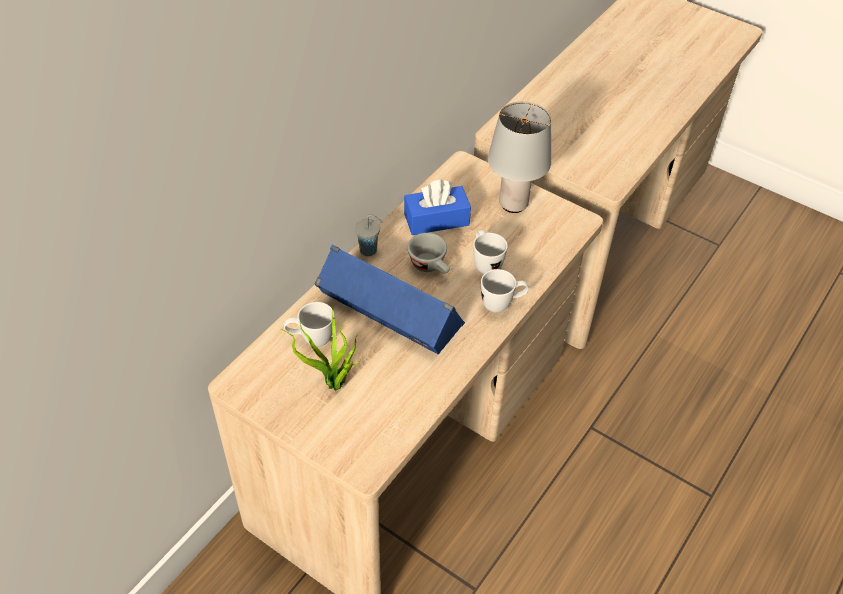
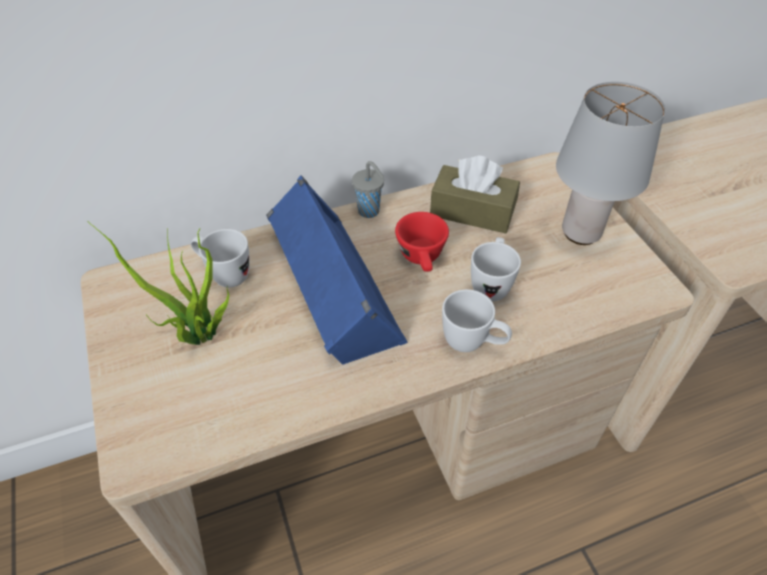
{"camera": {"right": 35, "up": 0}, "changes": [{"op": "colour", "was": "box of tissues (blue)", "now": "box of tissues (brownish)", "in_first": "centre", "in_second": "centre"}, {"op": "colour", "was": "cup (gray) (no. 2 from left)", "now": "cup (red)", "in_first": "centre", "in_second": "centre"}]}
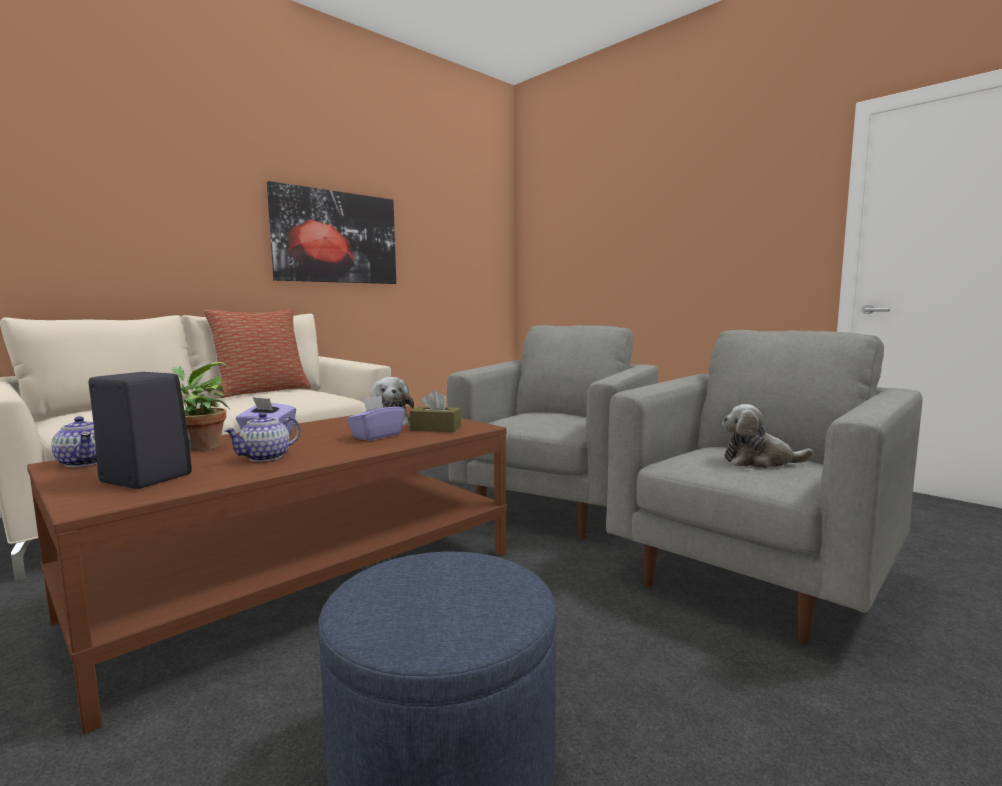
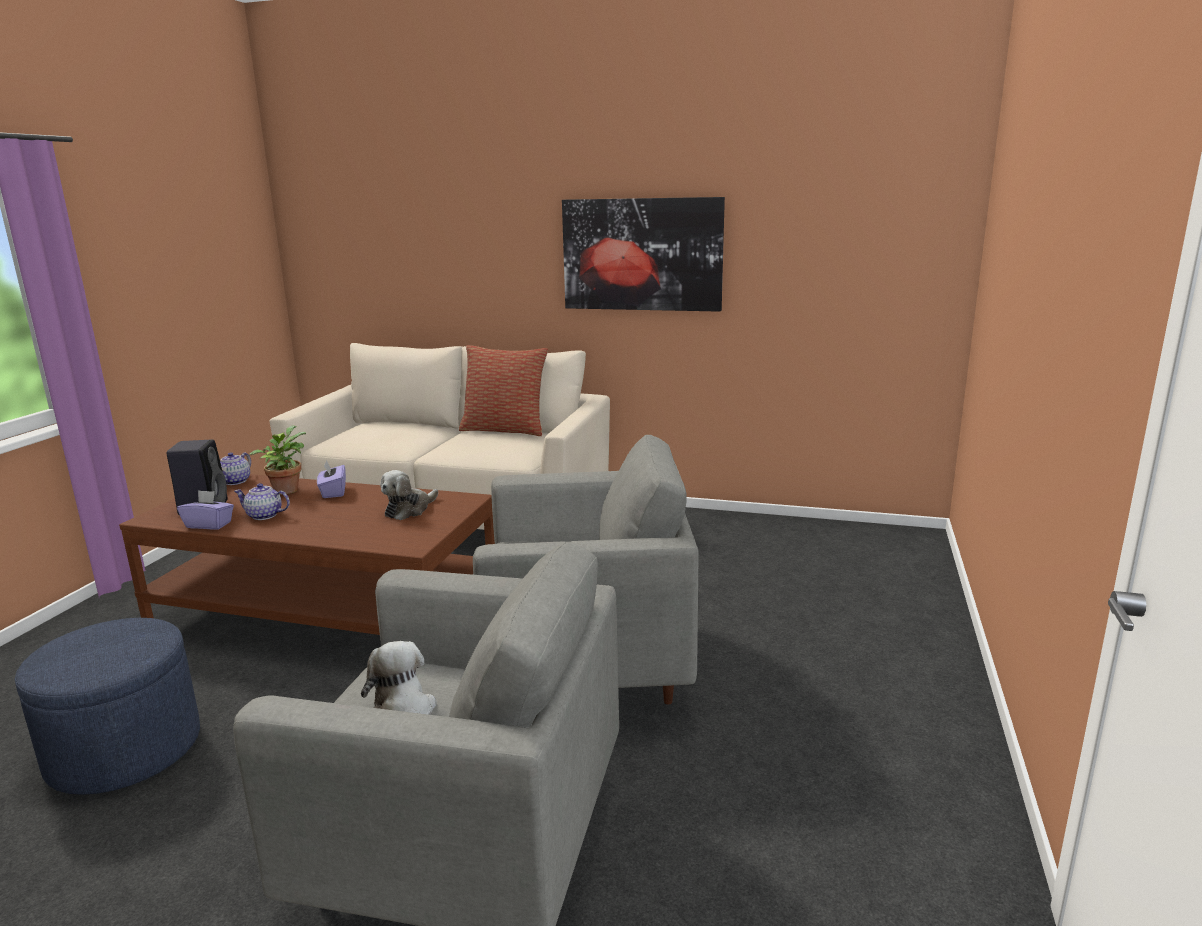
{"camera": {"right": 60, "up": 10}, "changes": [{"op": "missing", "was": "box of tissues (brownish)", "in_first": "centre"}, {"op": "relocated", "was": "box of tissues (purplish) (no. 2 from left in the first image)", "now": "box of tissues (purplish) (no. 1 from left)", "in_first": "centre", "in_second": "middle left"}]}
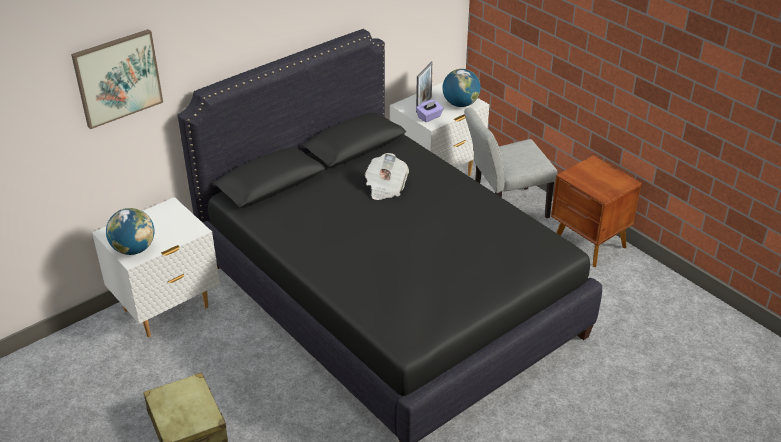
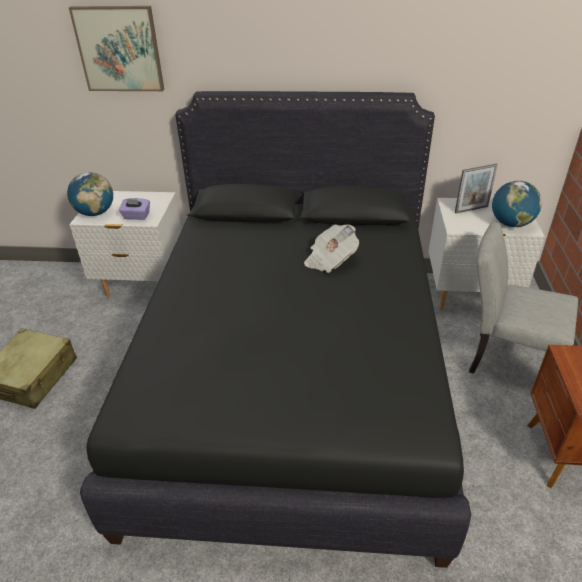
{"camera": {"right": 45, "up": 0}, "changes": [{"op": "relocated", "was": "box of tissues (purplish)", "in_first": "top centre", "in_second": "middle left"}]}
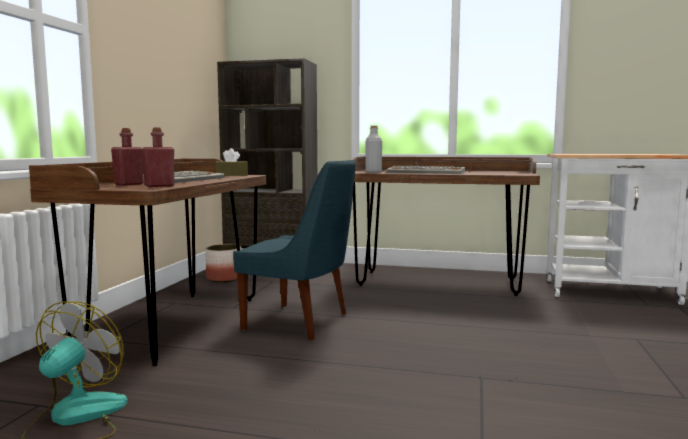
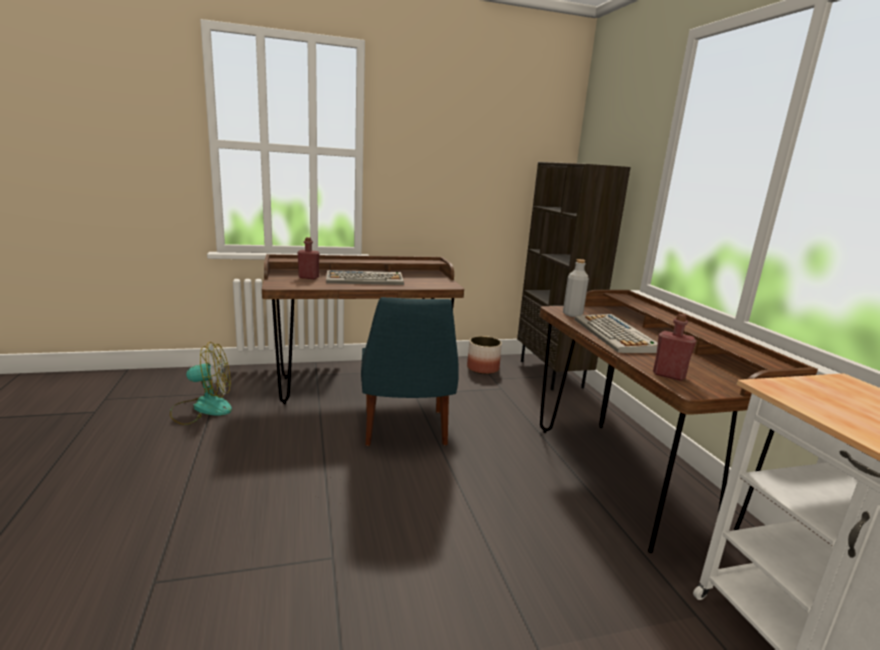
{"camera": {"right": 60, "up": 10}, "changes": [{"op": "relocated", "was": "drink bottle (red) (no. 2 from left)", "in_first": "middle left", "in_second": "middle right"}, {"op": "missing", "was": "box of tissues (brownish)", "in_first": "centre"}]}
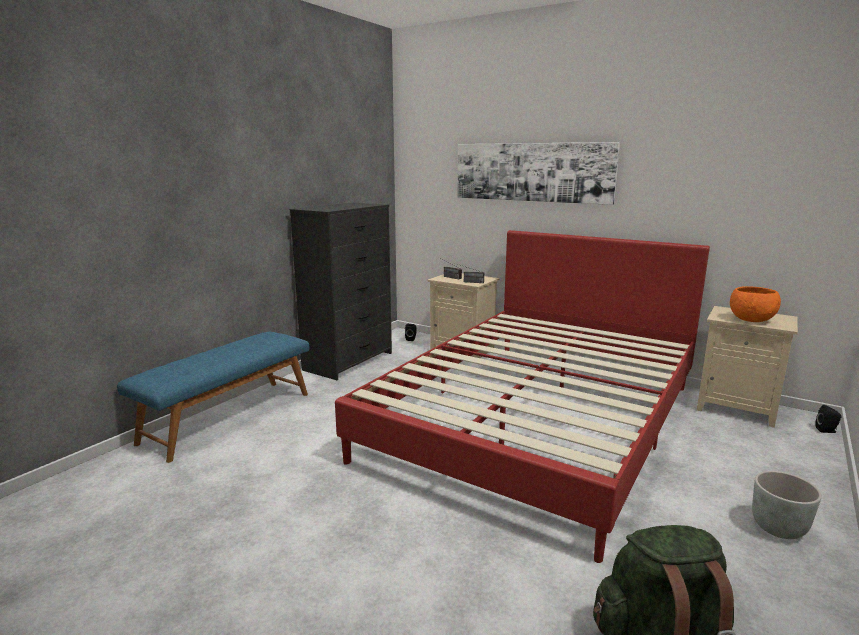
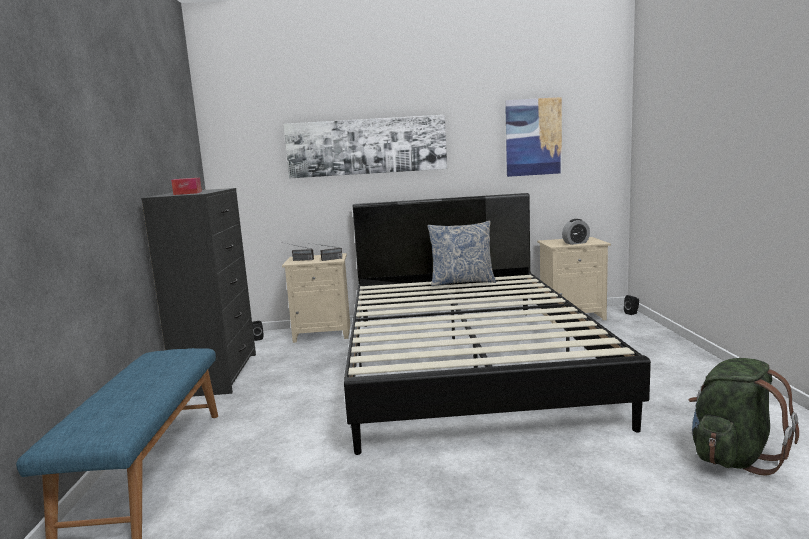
{"camera": {"right": -35, "up": -5}, "changes": [{"op": "colour", "was": "bedroom bed (red)", "now": "bedroom bed (blackish)", "in_first": "centre", "in_second": "centre"}, {"op": "exchanged", "was": "deep dish (orangey)", "now": "alarm clock", "in_first": "middle right", "in_second": "middle right"}, {"op": "missing", "was": "planter (gray)", "in_first": "bottom right"}, {"op": "appeared", "now": "wall picture (no. 2 from left)", "in_second": "top centre"}, {"op": "appeared", "now": "box of tissues", "in_second": "middle left"}, {"op": "appeared", "now": "pillow", "in_second": "centre"}]}
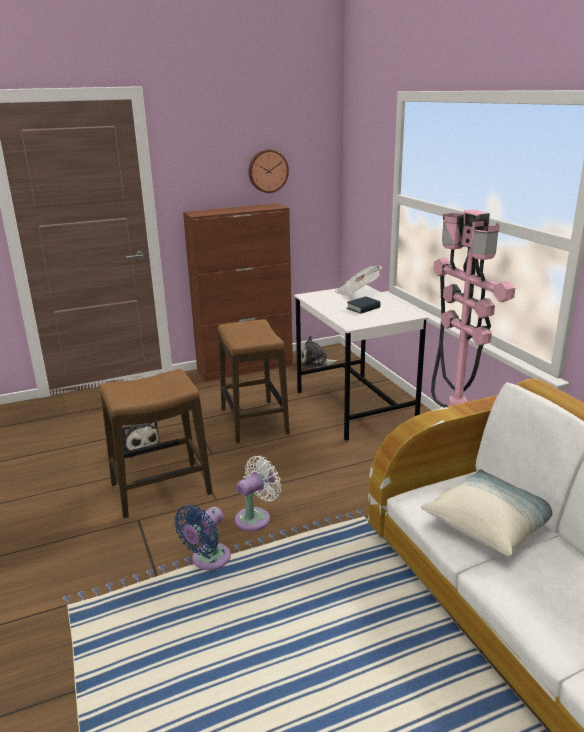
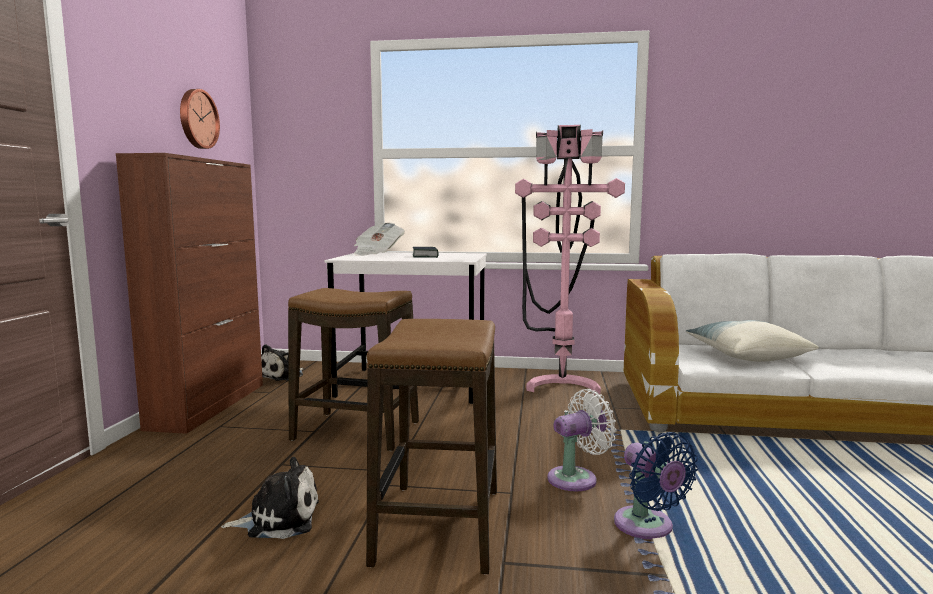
{"camera": {"right": -60, "up": -15}, "changes": [{"op": "spun", "was": "fan (white)", "in_first": "bottom centre", "in_second": "bottom centre", "clockwise": 75}]}
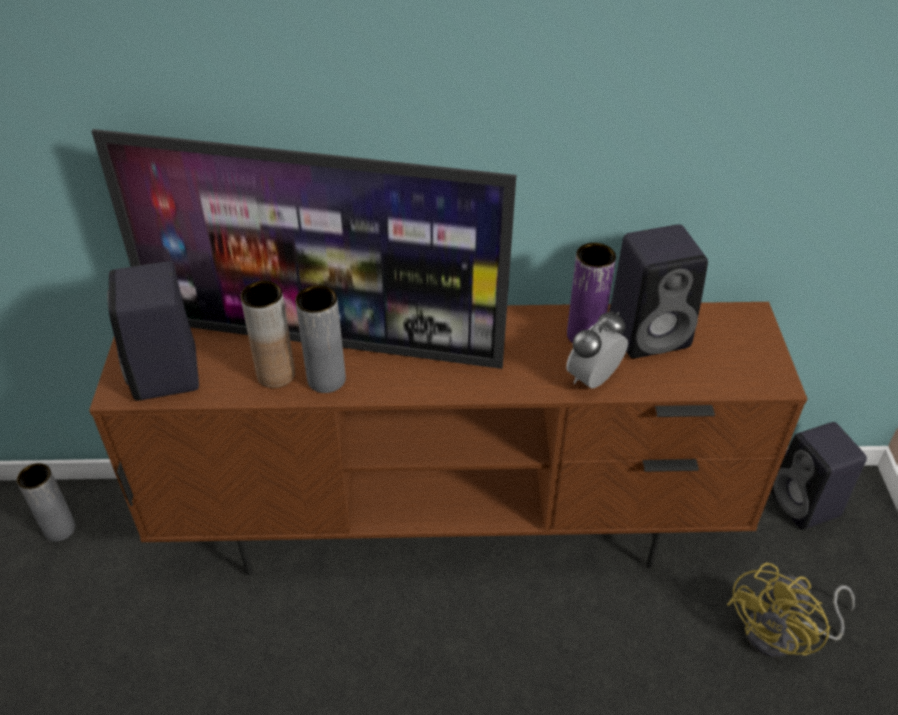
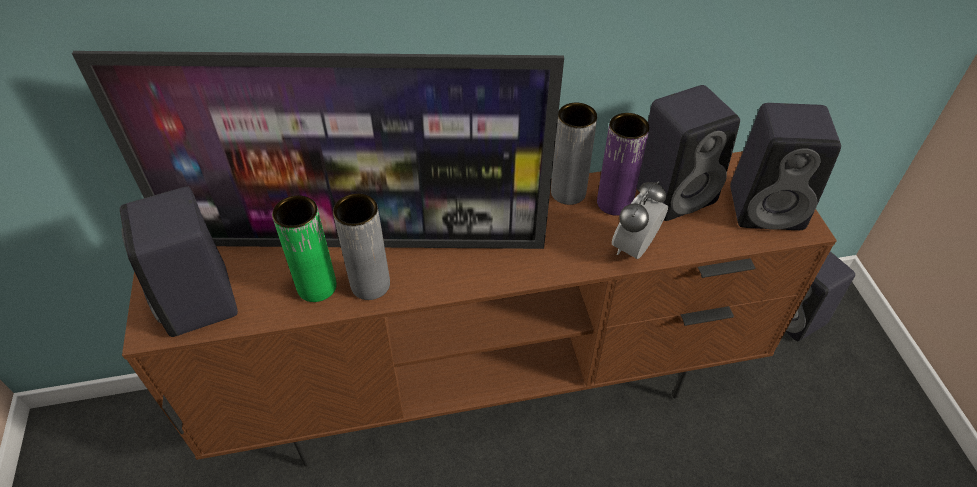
{"camera": {"right": -10, "up": 5}, "changes": [{"op": "colour", "was": "decorative vase (brownish)", "now": "decorative vase (greenish)", "in_first": "middle left", "in_second": "middle left"}, {"op": "relocated", "was": "decorative vase (gray) (no. 1 from left in the first image)", "now": "decorative vase (gray) (no. 2 from left)", "in_first": "bottom left", "in_second": "top centre"}, {"op": "missing", "was": "fan (yellow)", "in_first": "bottom right"}, {"op": "appeared", "now": "audio speaker (blackish) (no. 3 from left)", "in_second": "middle right"}]}
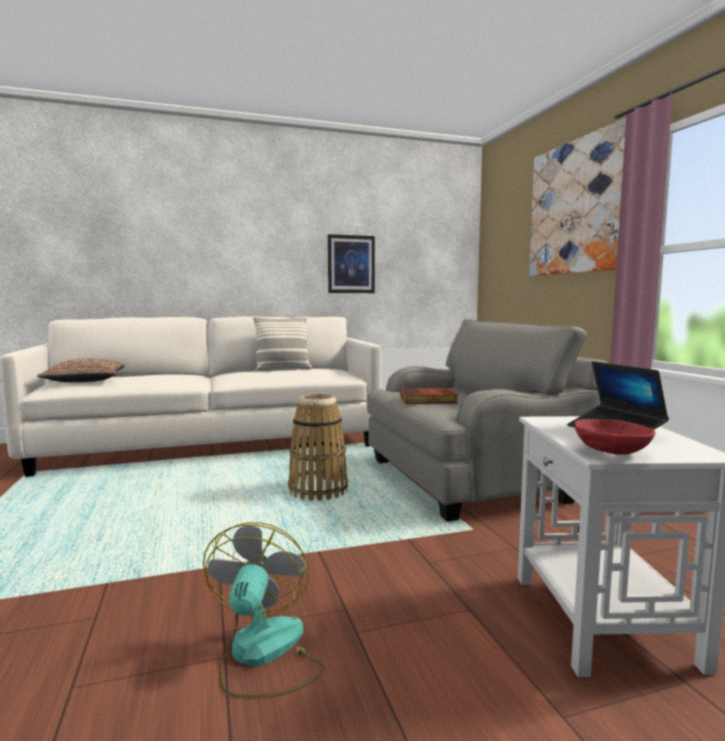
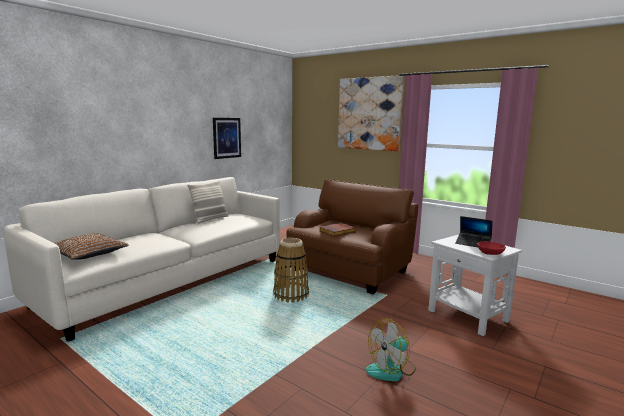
{"camera": {"right": -35, "up": 5}, "changes": [{"op": "colour", "was": "armchair (gray)", "now": "armchair (brownish)", "in_first": "middle right", "in_second": "centre"}, {"op": "spun", "was": "fan", "in_first": "bottom centre", "in_second": "bottom centre", "clockwise": -90}]}
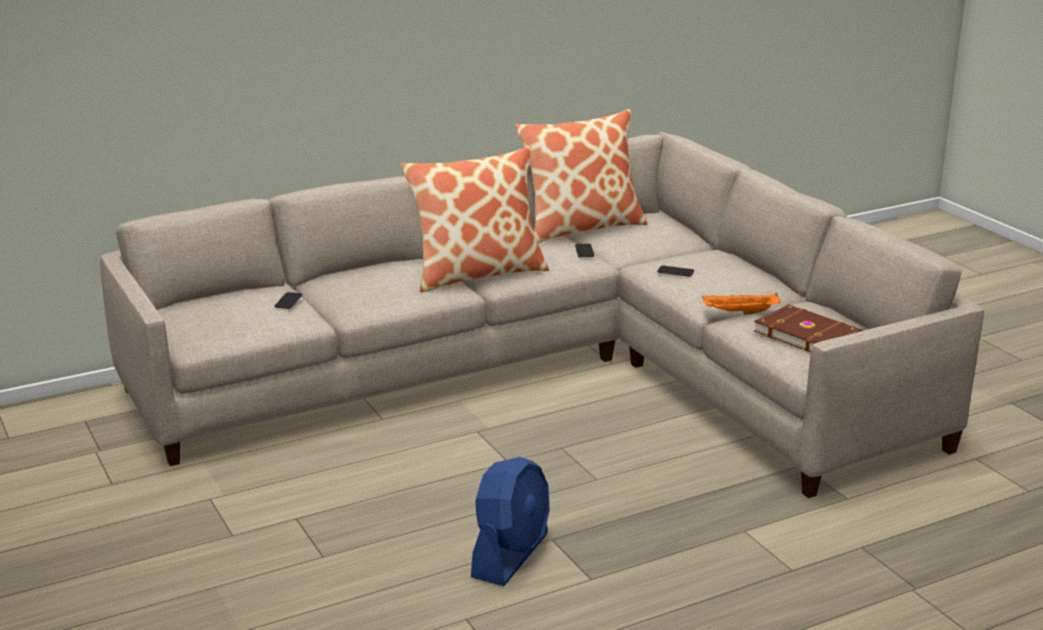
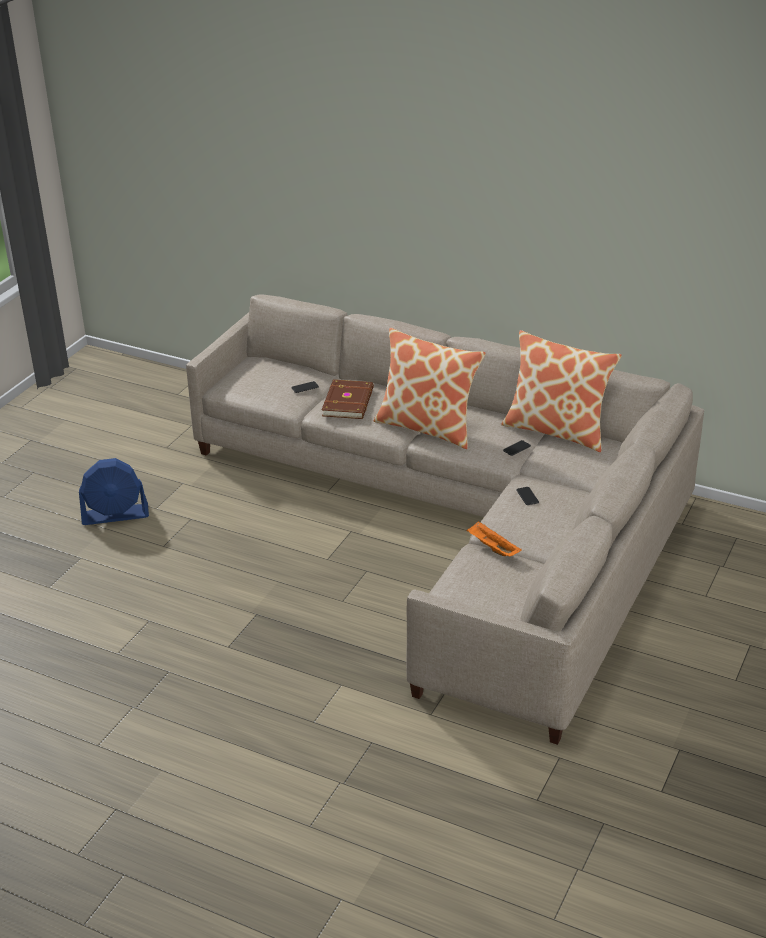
{"camera": {"right": 55, "up": 10}, "changes": [{"op": "relocated", "was": "bound book (brownish)", "in_first": "middle right", "in_second": "centre"}, {"op": "relocated", "was": "fan (blue)", "in_first": "bottom centre", "in_second": "middle left"}]}
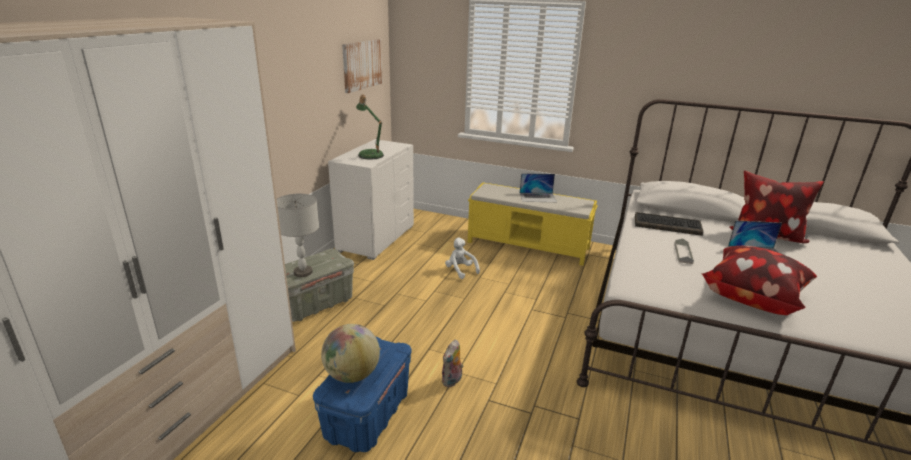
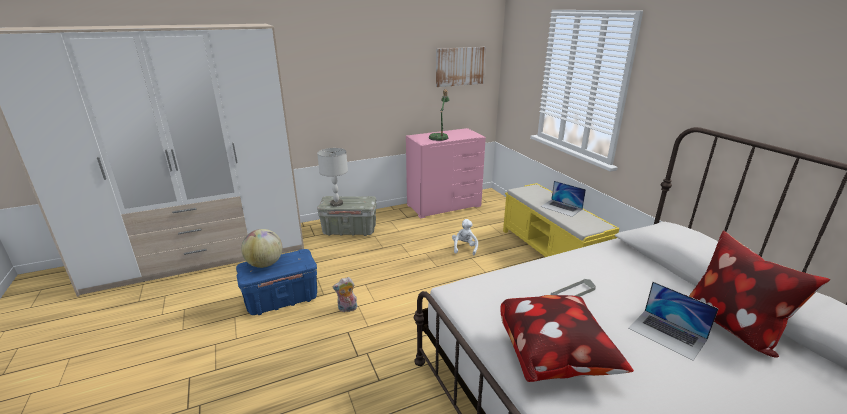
{"camera": {"right": 45, "up": 0}, "changes": [{"op": "colour", "was": "drawer chest (white)", "now": "drawer chest (pink-coloured)", "in_first": "centre", "in_second": "centre"}, {"op": "missing", "was": "keyboard", "in_first": "middle right"}]}
